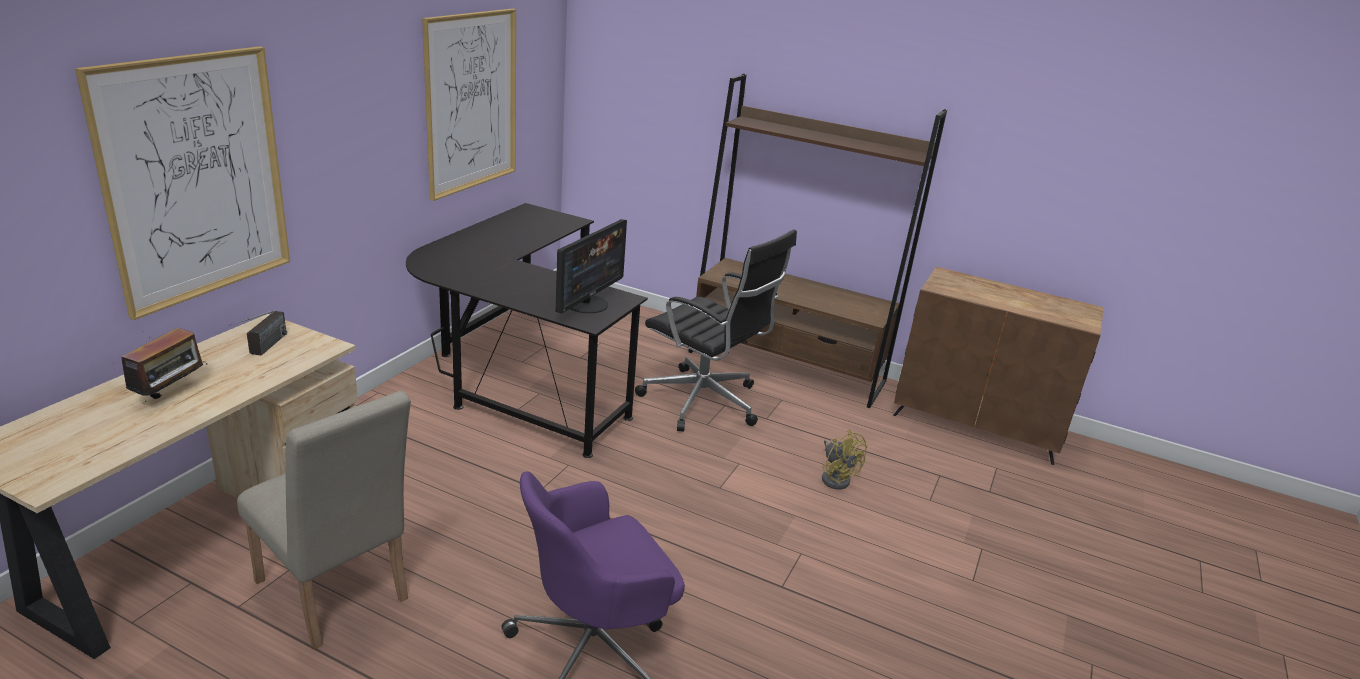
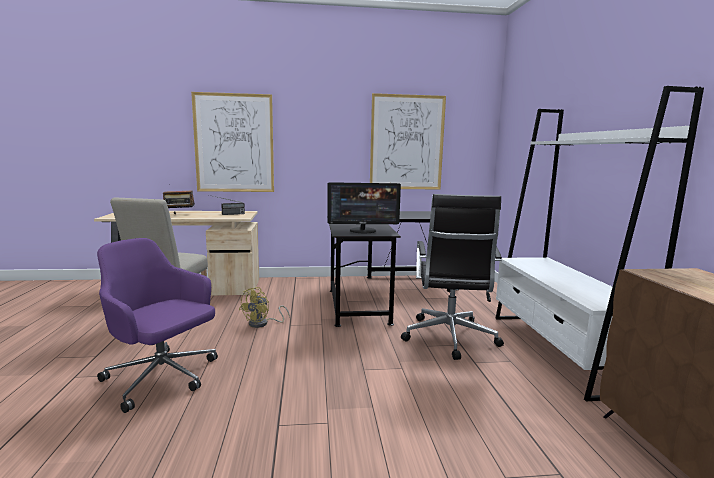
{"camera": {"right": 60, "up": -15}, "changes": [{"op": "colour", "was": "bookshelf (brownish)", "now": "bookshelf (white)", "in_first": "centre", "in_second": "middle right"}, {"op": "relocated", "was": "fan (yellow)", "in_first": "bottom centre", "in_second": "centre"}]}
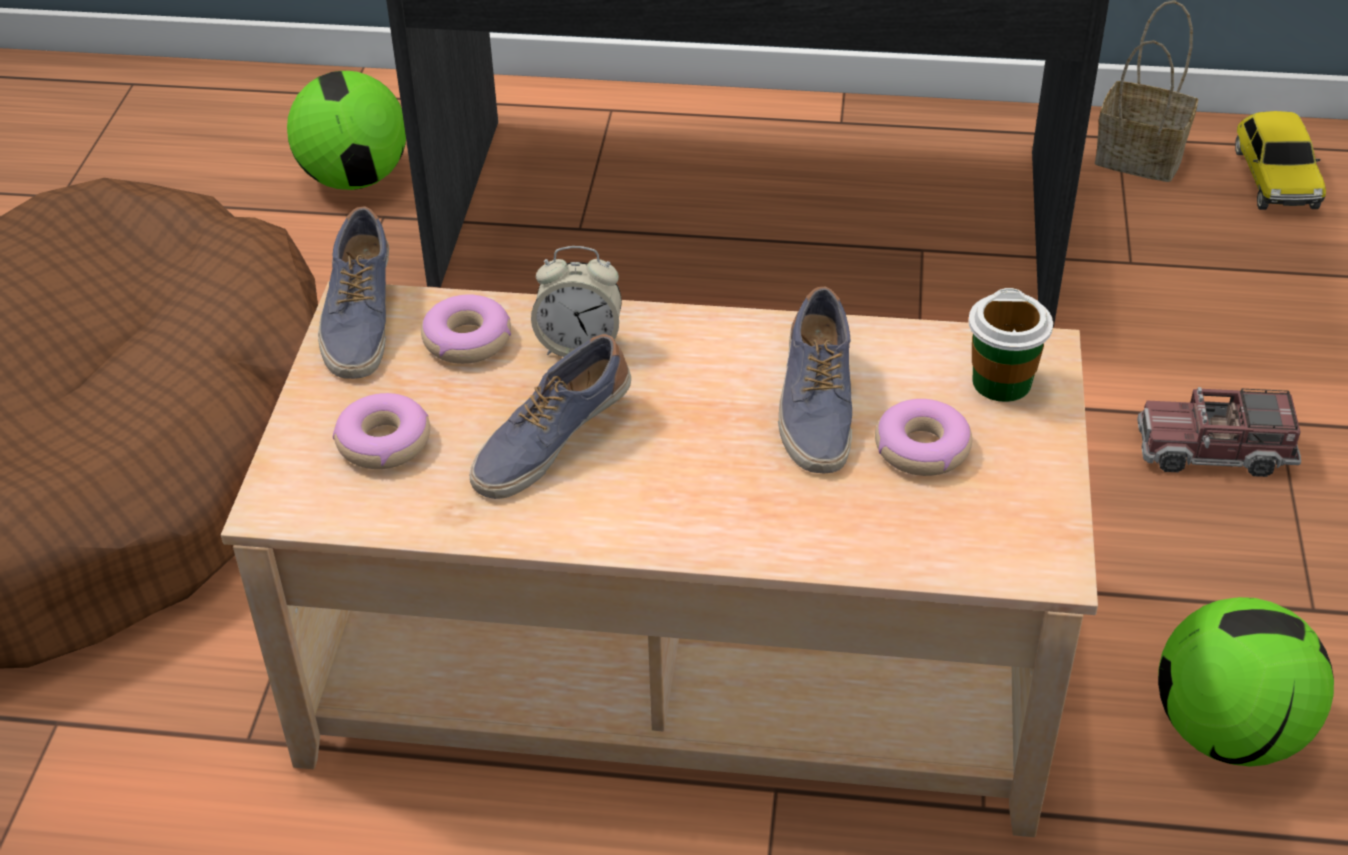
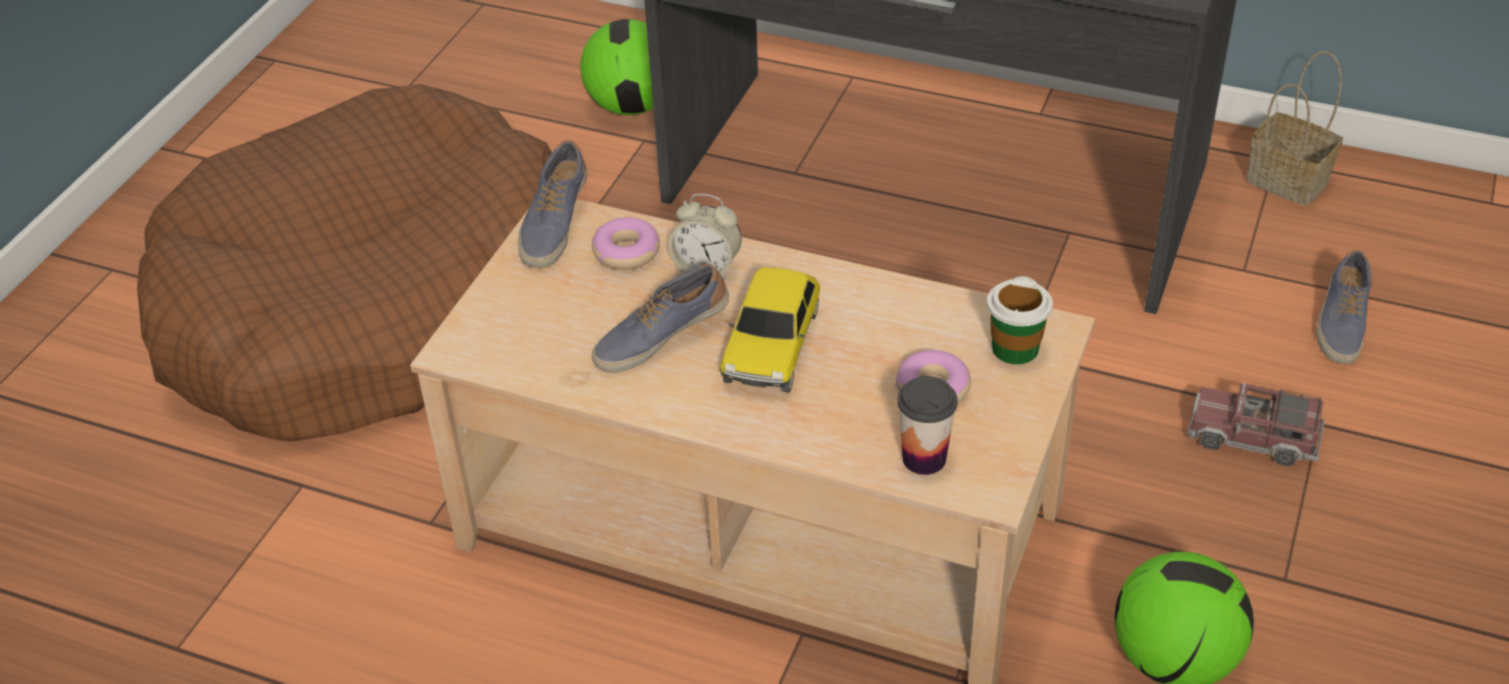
{"camera": {"right": 15, "up": 0}, "changes": [{"op": "relocated", "was": "toy car", "in_first": "top right", "in_second": "centre"}, {"op": "relocated", "was": "low shoe (no. 3 from left)", "in_first": "centre", "in_second": "middle right"}, {"op": "missing", "was": "ring doughnut (no. 1 from left)", "in_first": "middle left"}, {"op": "appeared", "now": "cup (no. 1 from left)", "in_second": "centre"}]}
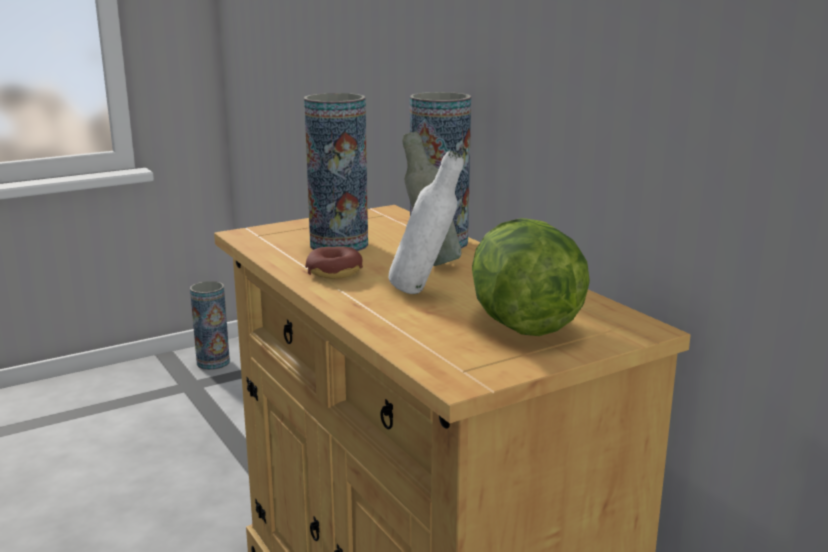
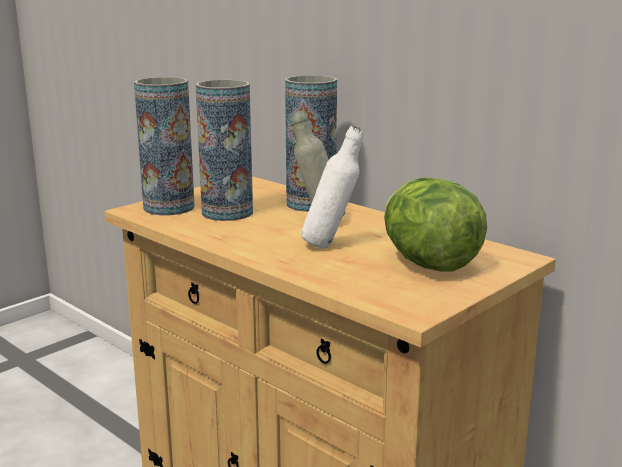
{"camera": {"right": -15, "up": 0}, "changes": [{"op": "missing", "was": "ring doughnut", "in_first": "centre"}, {"op": "relocated", "was": "decorative vase (no. 1 from left)", "in_first": "middle left", "in_second": "top left"}]}
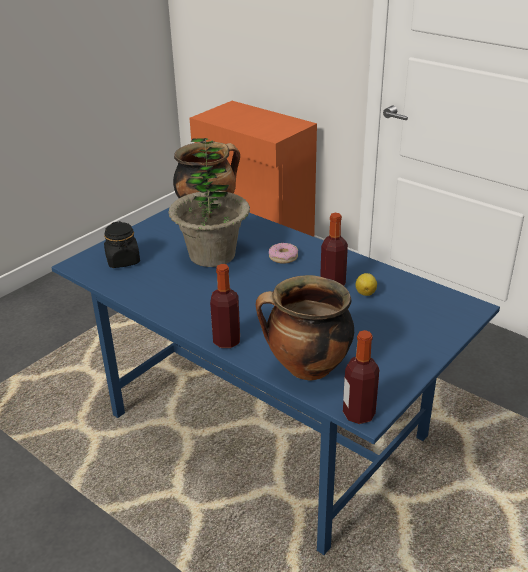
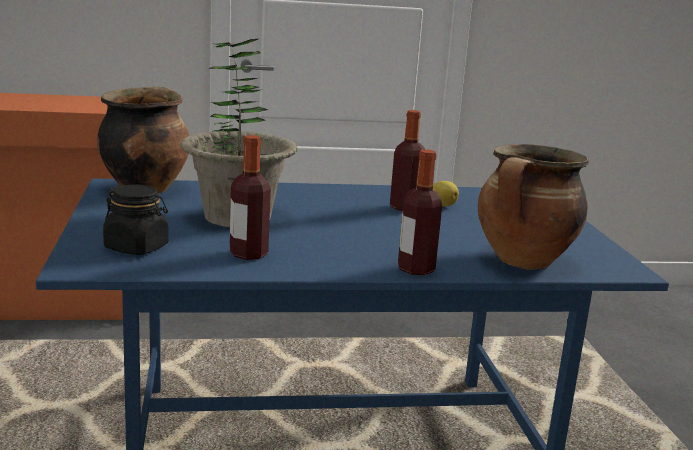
{"camera": {"right": -50, "up": -15}, "changes": [{"op": "missing", "was": "ring doughnut", "in_first": "centre"}, {"op": "relocated", "was": "drink bottle (no. 3 from left in the first image)", "now": "drink bottle (no. 1 from left)", "in_first": "middle right", "in_second": "centre"}]}
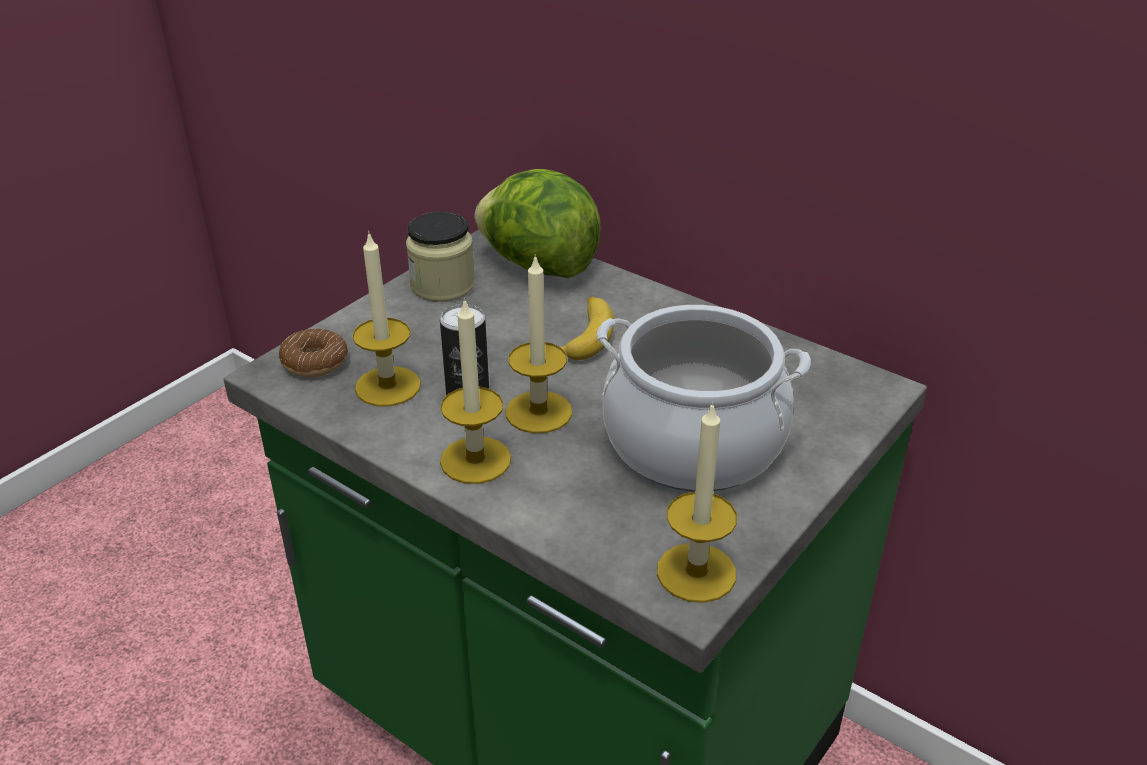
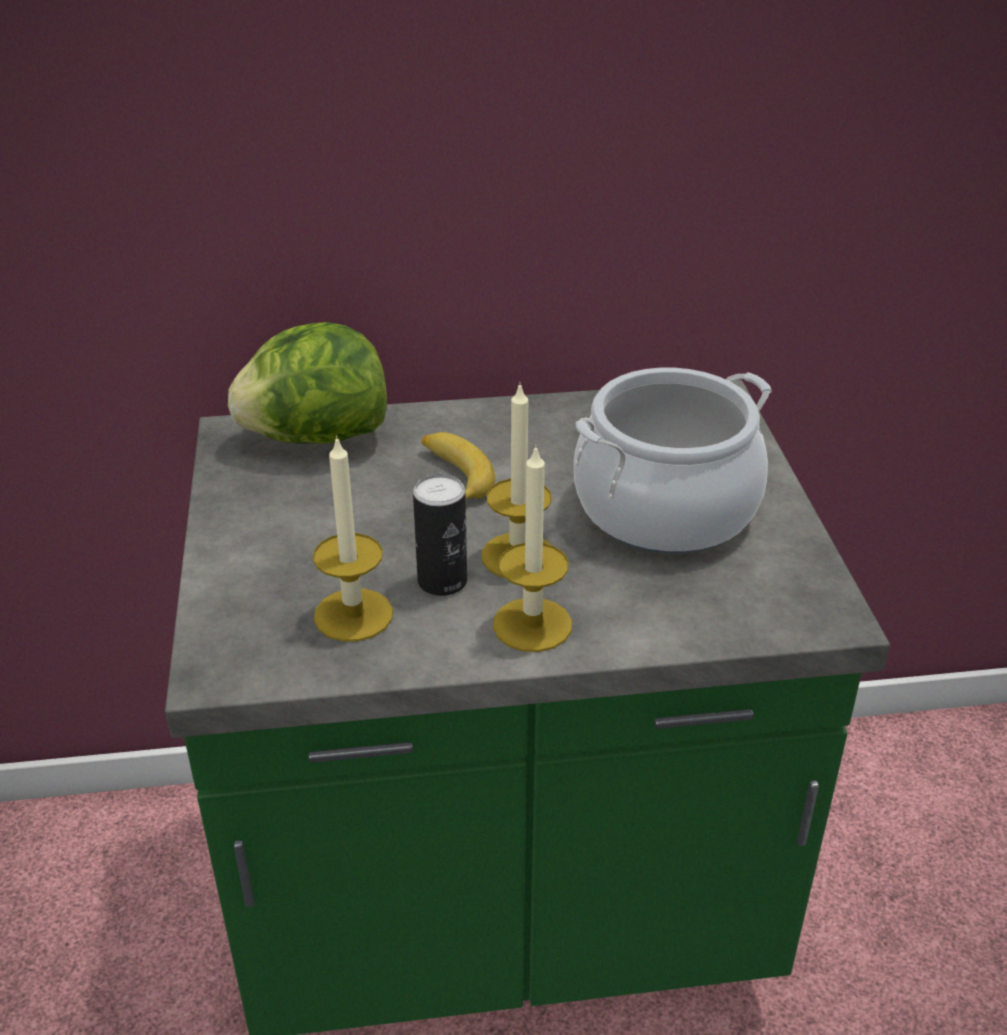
{"camera": {"right": -45, "up": 0}, "changes": [{"op": "missing", "was": "preserve jar", "in_first": "centre"}, {"op": "missing", "was": "ring doughnut", "in_first": "middle left"}, {"op": "missing", "was": "candle (no. 4 from left)", "in_first": "centre"}]}
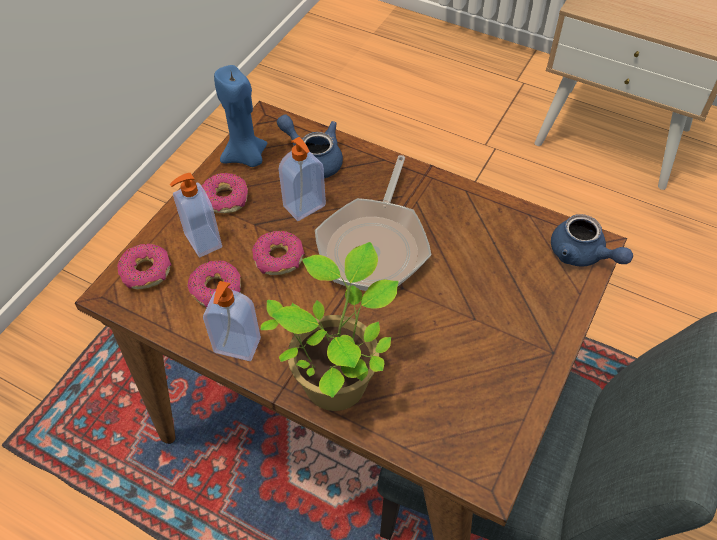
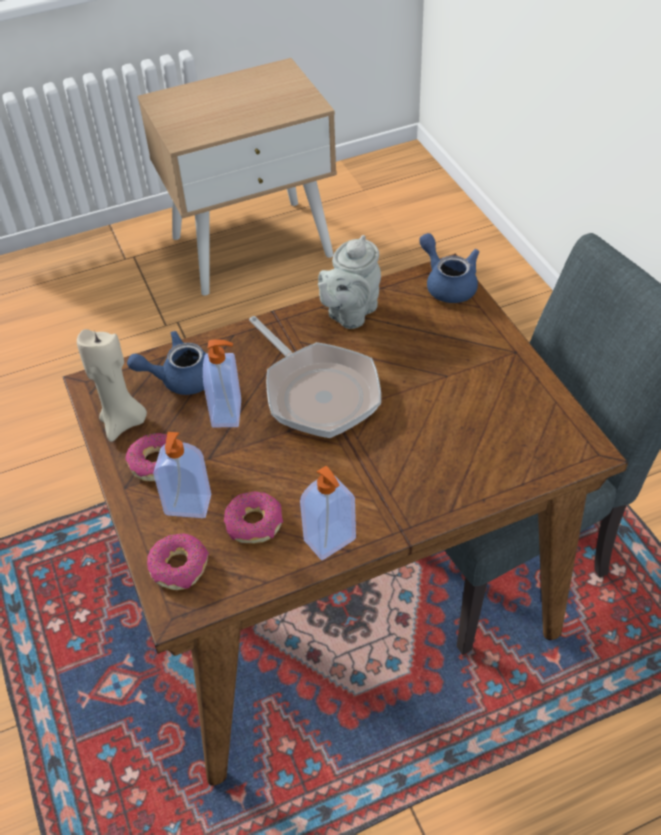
{"camera": {"right": -50, "up": -5}, "changes": [{"op": "colour", "was": "candle (blue)", "now": "candle (sand-coloured)", "in_first": "top centre", "in_second": "middle left"}, {"op": "spun", "was": "tea pot (blue) (no. 2 from left)", "in_first": "middle right", "in_second": "top right", "clockwise": -120}, {"op": "missing", "was": "ring doughnut (no. 4 from left)", "in_first": "centre"}, {"op": "missing", "was": "houseplant", "in_first": "centre"}, {"op": "appeared", "now": "tea pot (gray)", "in_second": "centre"}]}
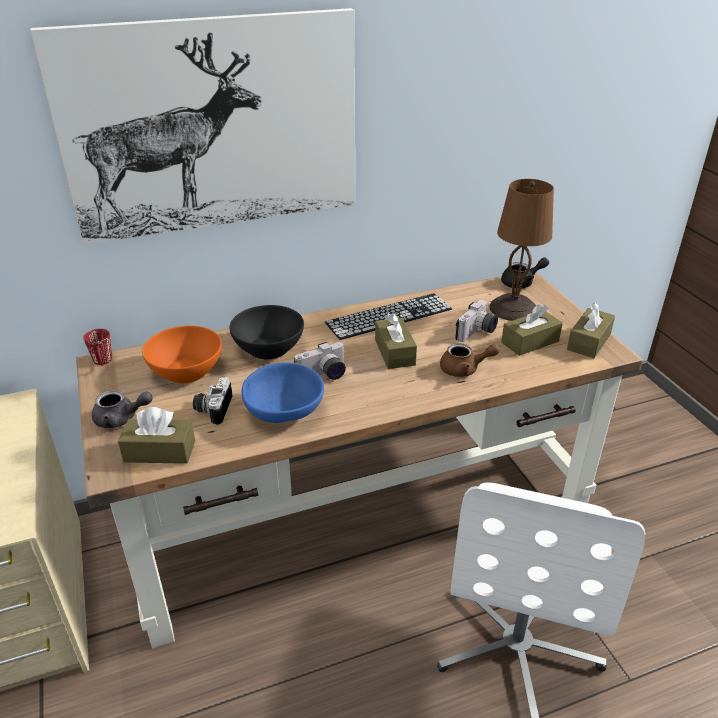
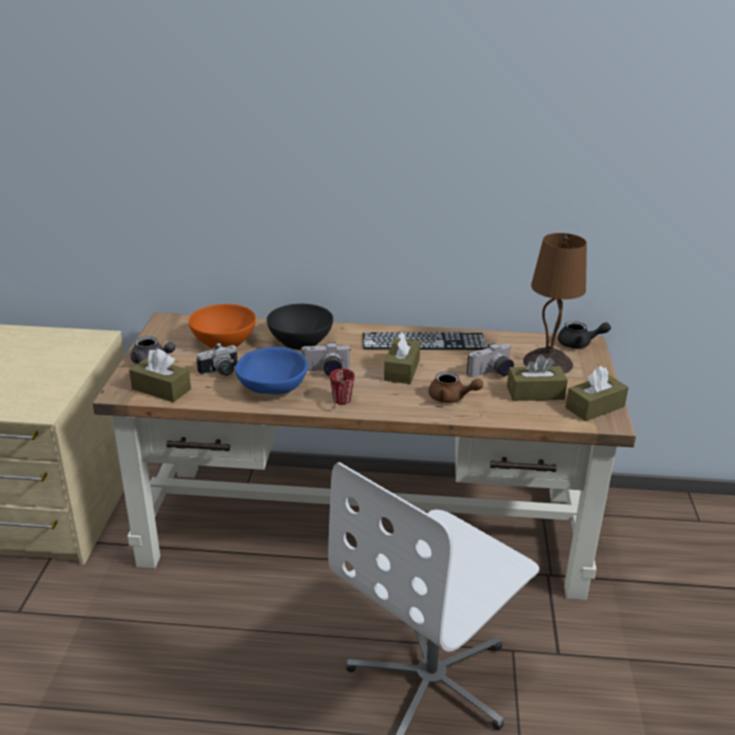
{"camera": {"right": 25, "up": -5}, "changes": [{"op": "missing", "was": "wall picture", "in_first": "top left"}, {"op": "relocated", "was": "coffee mug (red)", "in_first": "middle left", "in_second": "centre"}, {"op": "spun", "was": "still camera (no. 1 from left)", "in_first": "middle left", "in_second": "middle left", "clockwise": -150}]}
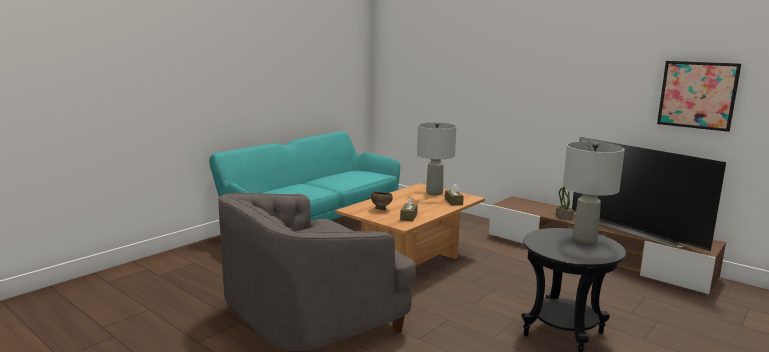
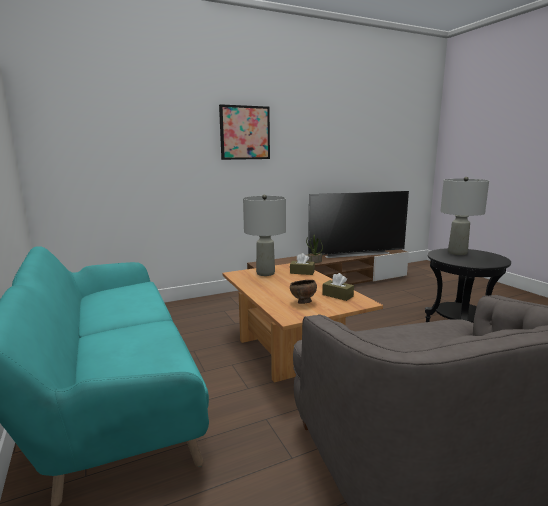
{"camera": {"right": -65, "up": 0}, "changes": [{"op": "relocated", "was": "wall picture", "in_first": "top right", "in_second": "top centre"}]}
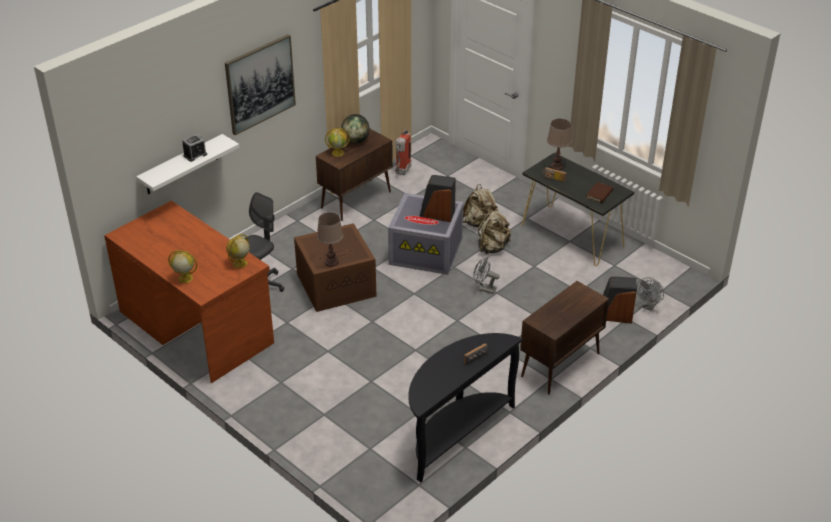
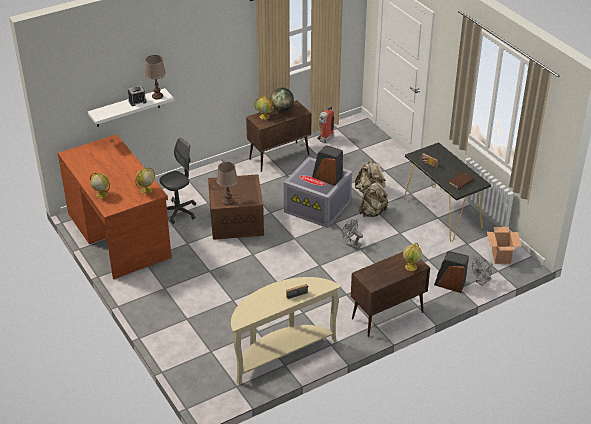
{"camera": {"right": 15, "up": 0}, "changes": [{"op": "missing", "was": "wall picture", "in_first": "top left"}, {"op": "relocated", "was": "tabletop lamp (brownish) (no. 2 from left in the first image)", "now": "tabletop lamp (brownish) (no. 1 from left)", "in_first": "top right", "in_second": "top left"}, {"op": "colour", "was": "console table (blackish) (no. 1 from left)", "now": "console table (sand-coloured)", "in_first": "bottom centre", "in_second": "bottom centre"}, {"op": "appeared", "now": "carton", "in_second": "middle right"}, {"op": "appeared", "now": "desk globe (no. 5 from left)", "in_second": "middle right"}]}
